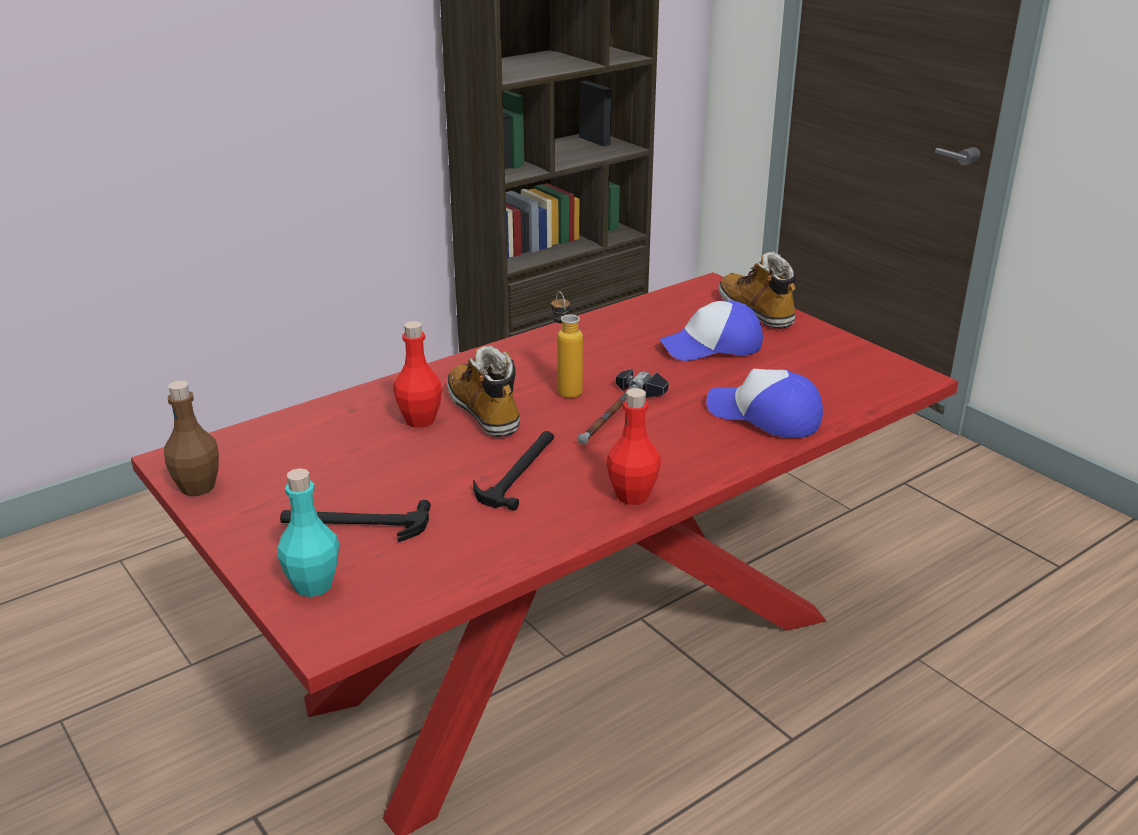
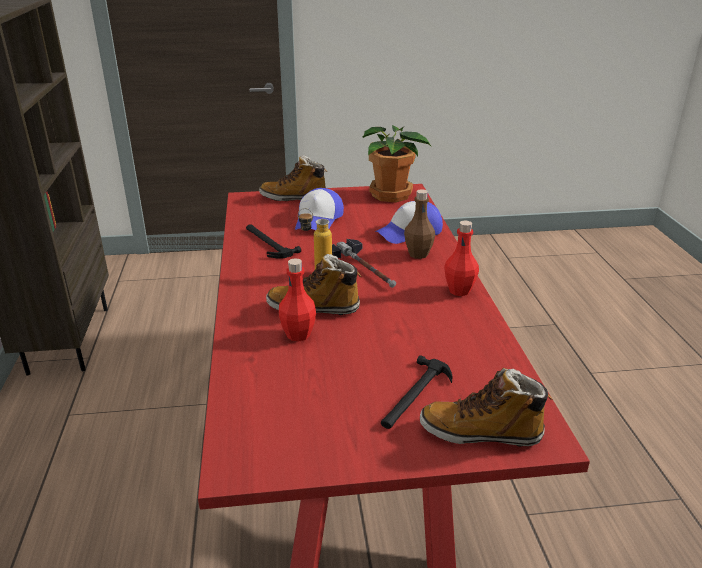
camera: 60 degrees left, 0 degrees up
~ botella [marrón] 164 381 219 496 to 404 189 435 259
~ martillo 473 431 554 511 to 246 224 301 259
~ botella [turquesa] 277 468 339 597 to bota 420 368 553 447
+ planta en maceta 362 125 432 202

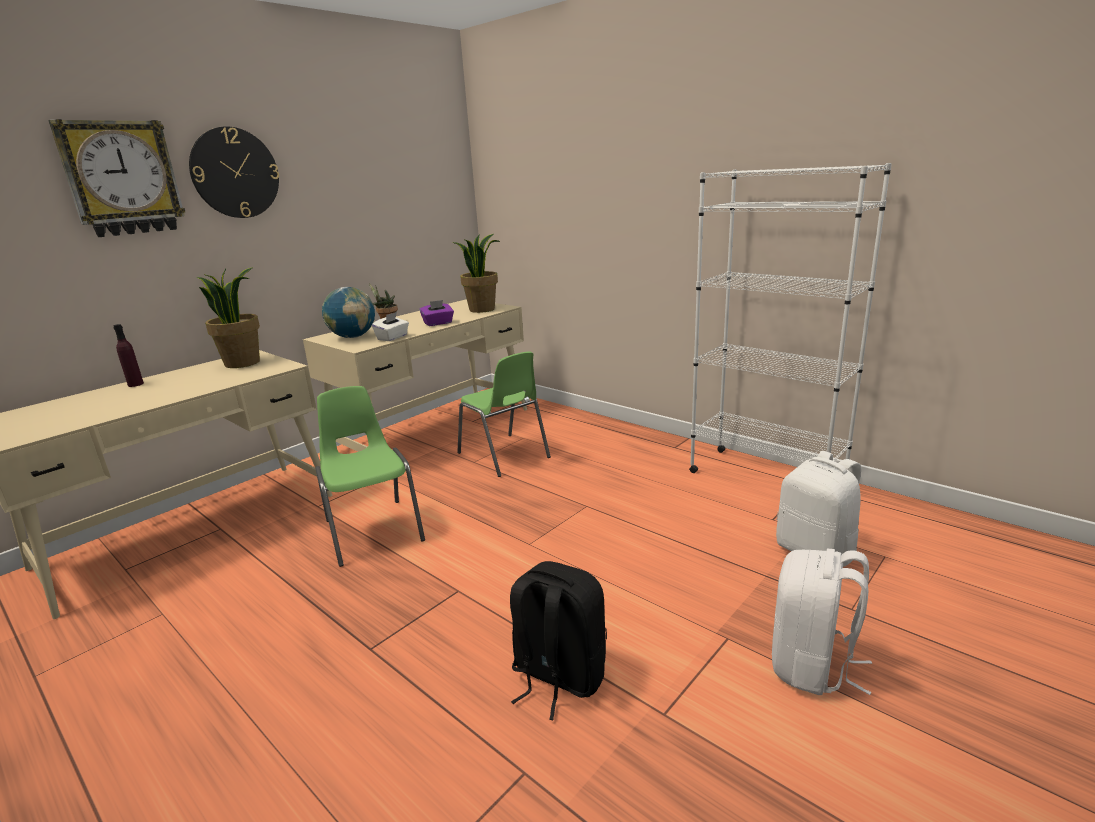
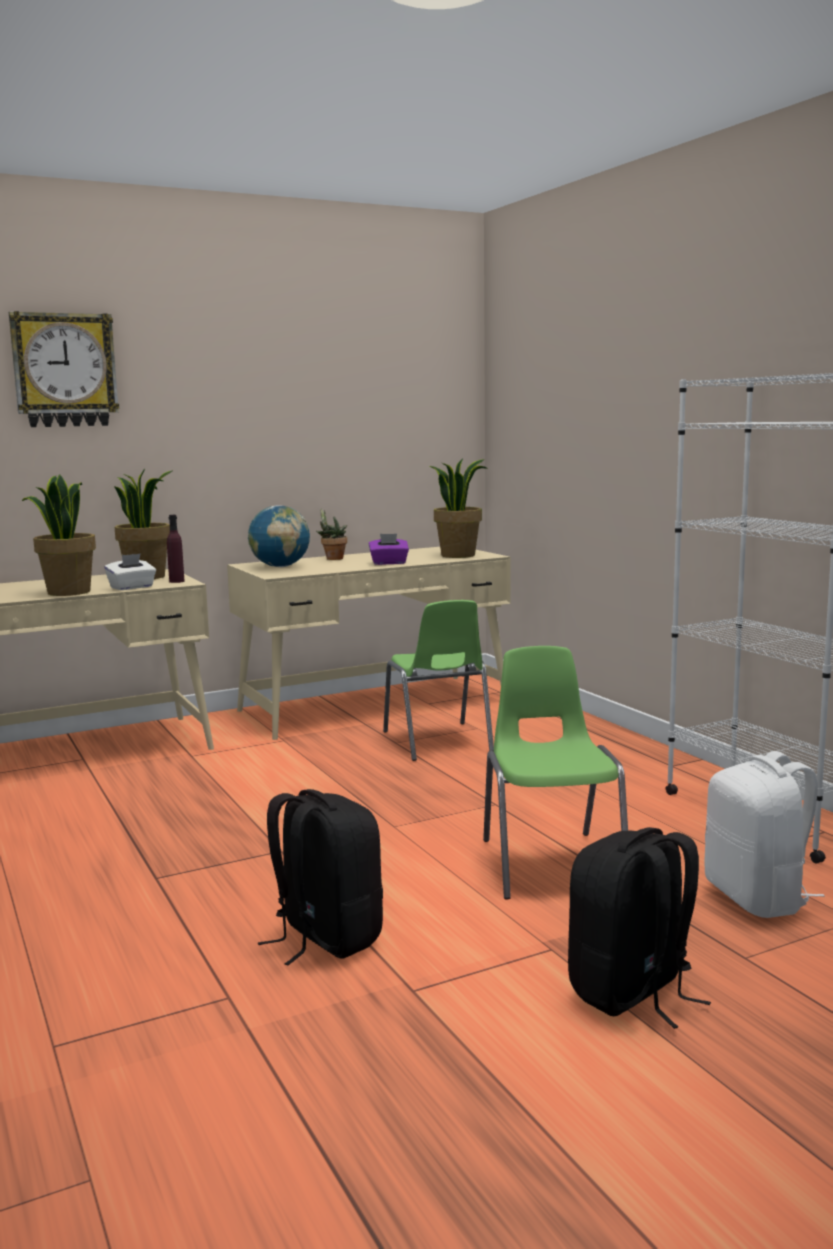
camera: 20 degrees right, 10 degrees down
- reloj de pared 189 126 279 218
~ caja de pañuelos [blanco] 372 312 409 341 to 105 553 156 590
~ botella [morado] 113 324 144 387 to 167 515 185 583
~ silla [verde] 315 386 425 567 to 483 646 628 899
~ mochila [blanco] 772 549 872 695 to mochila [negro] 568 827 711 1029
+ planta en maceta 22 474 96 596

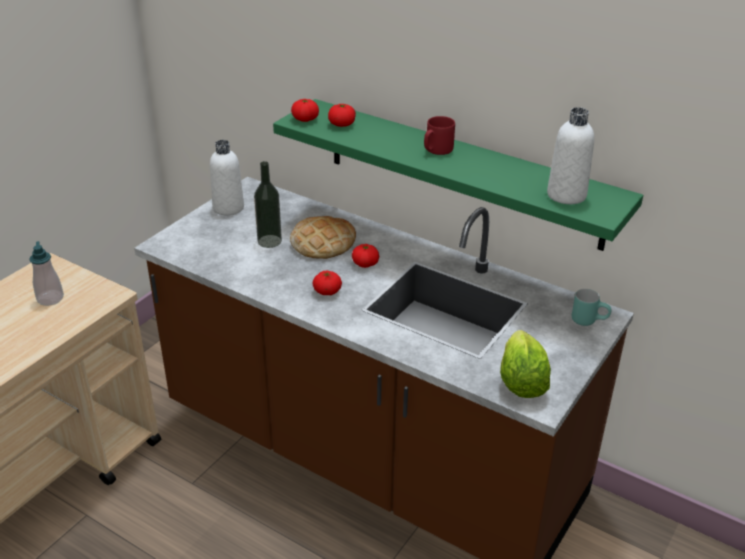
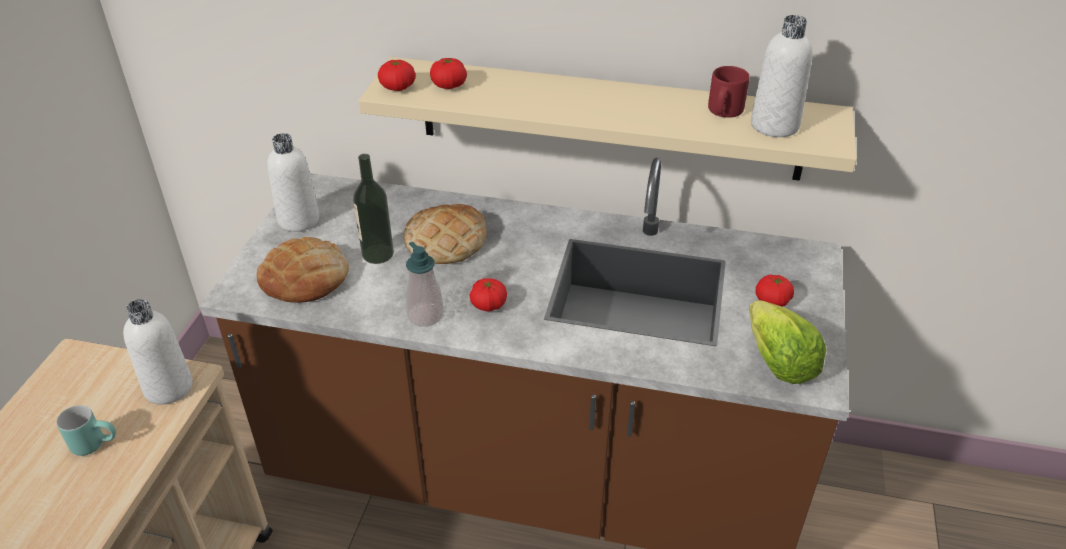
camera: 20 degrees left, 5 degrees up
~ estante [verde] 273 99 643 251 to estante [beis] 359 57 857 181
~ taza grande [rojo] 424 116 455 155 to 708 66 750 118
~ dispensador de jabón 29 241 64 306 to 406 242 443 327
~ tomate 352 244 379 268 to 755 274 794 307
~ taza grande [turquesa] 572 289 611 326 to 56 405 116 456
+ pan 257 237 349 303
+ botella [blanco] 123 299 193 405

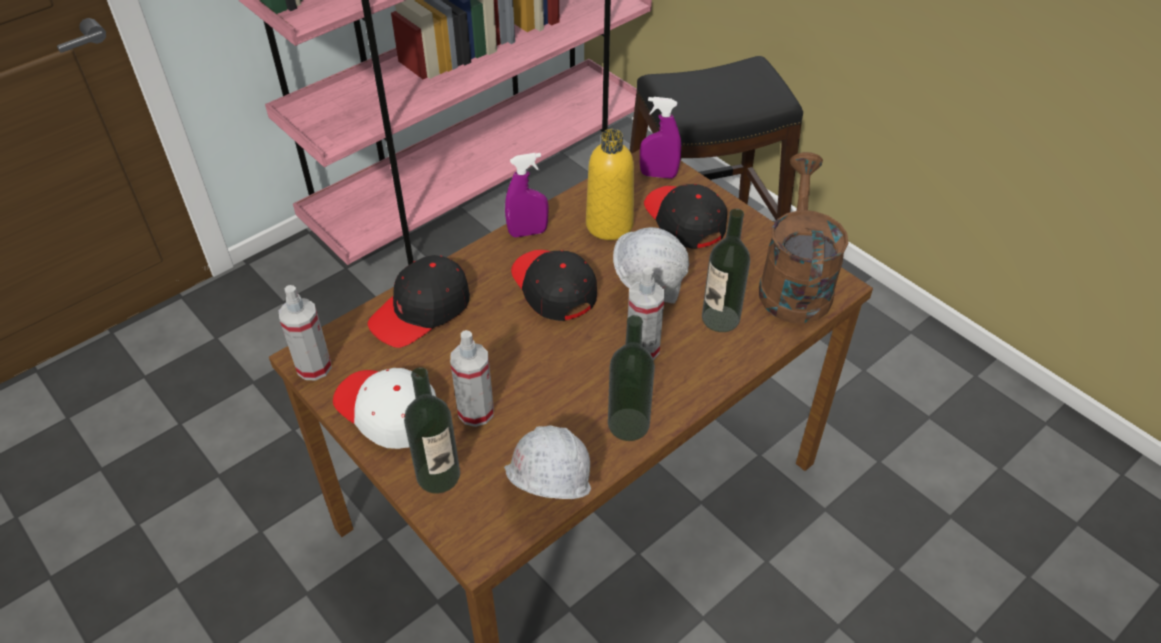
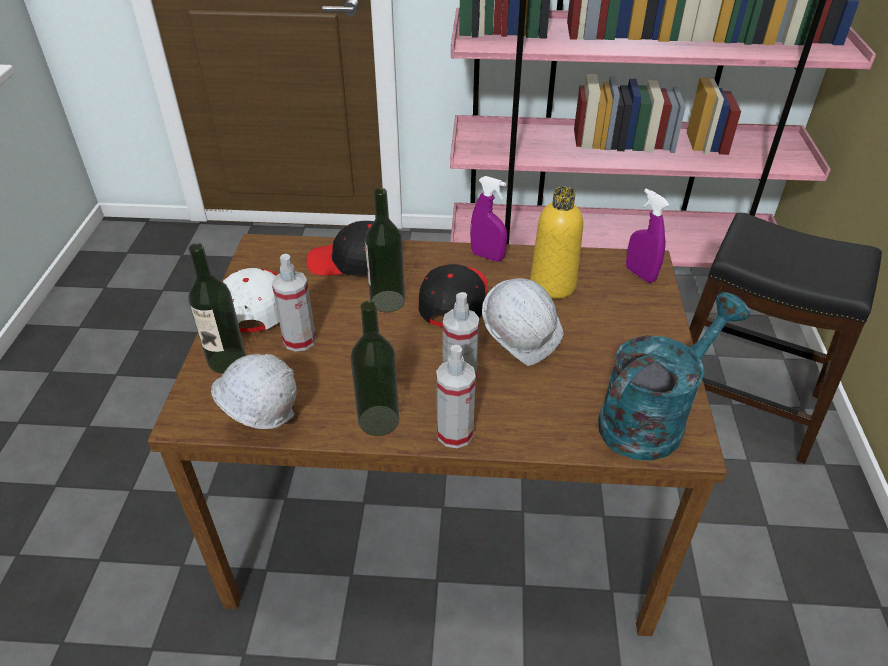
camera: 45 degrees right, 5 degrees down
~ regadera [marrón] 759 152 849 324 to regadera [turquesa] 598 292 750 461
- gorra [negro] 644 184 727 249
~ botella 702 209 750 332 to 365 188 405 312
~ pulverizador 279 285 332 380 to 436 345 476 448

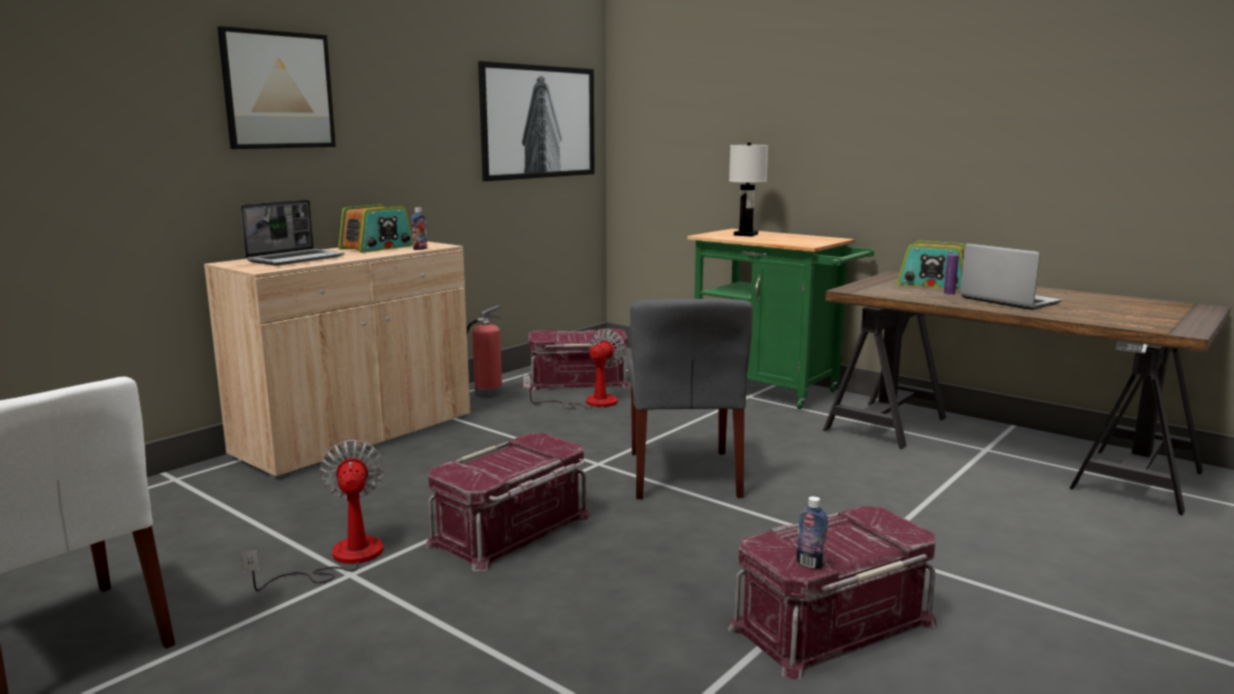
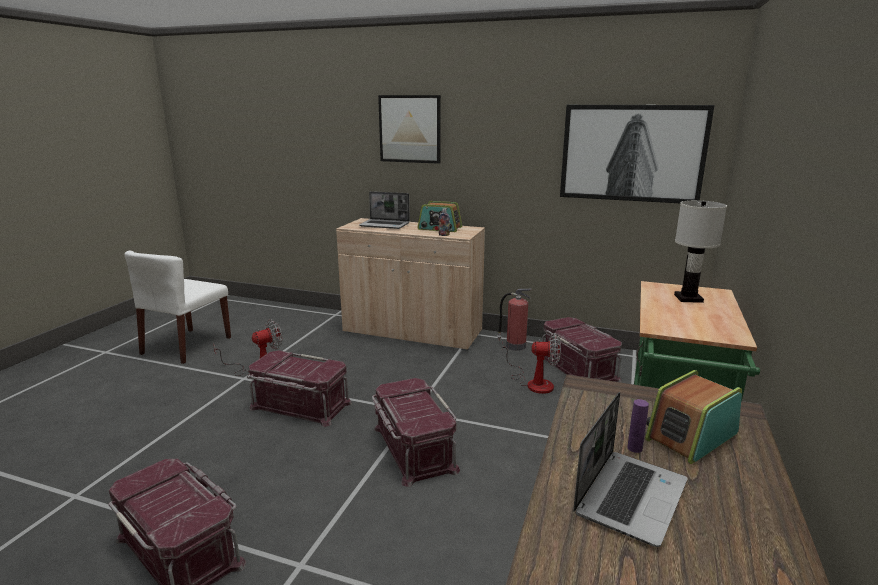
camera: 70 degrees right, 5 degrees up
~ radio 897 241 965 290 = 645 370 742 464 45 degrees clockwise
~ silla [gris] 628 299 753 499 to caja de almacenaje [rojo] 372 378 460 487
- botella 796 496 828 569

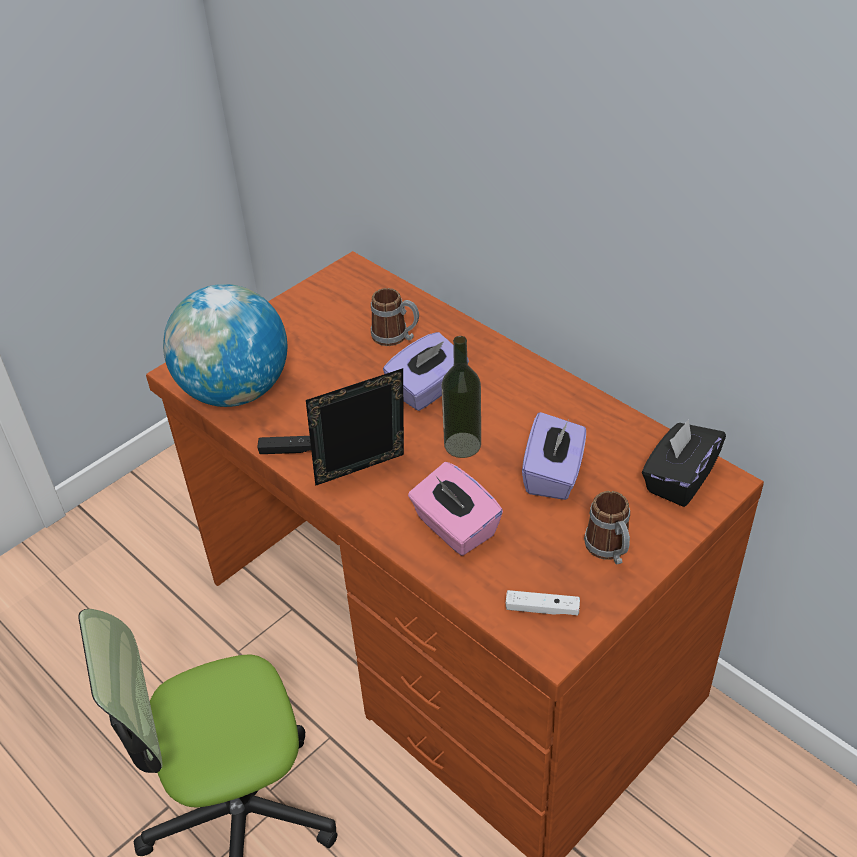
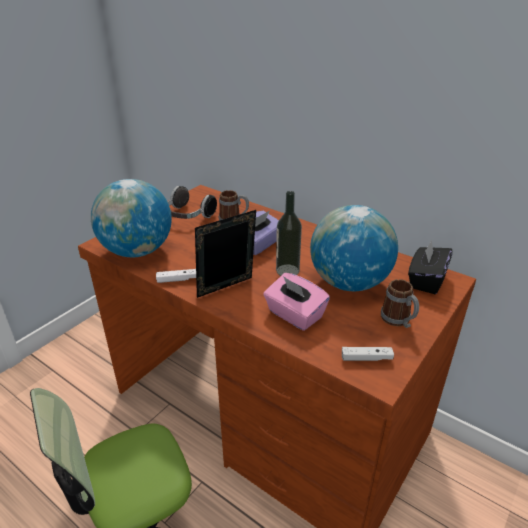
camera: 10 degrees left, 10 degrees down
~ caja de pañuelos [morado] 522 412 586 500 to globo terráqueo 310 205 398 291
~ mando de consola [negro] 257 436 311 454 to mando de consola [blanco] 156 269 196 283
+ auriculares 168 186 217 219

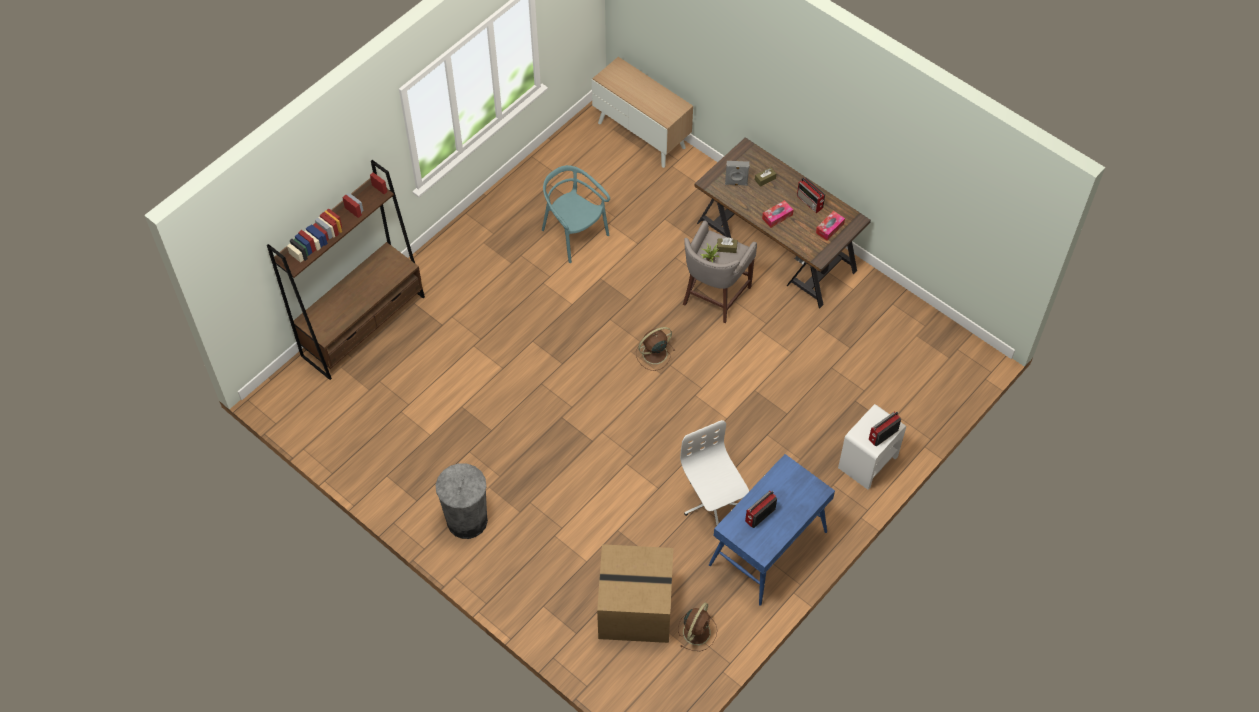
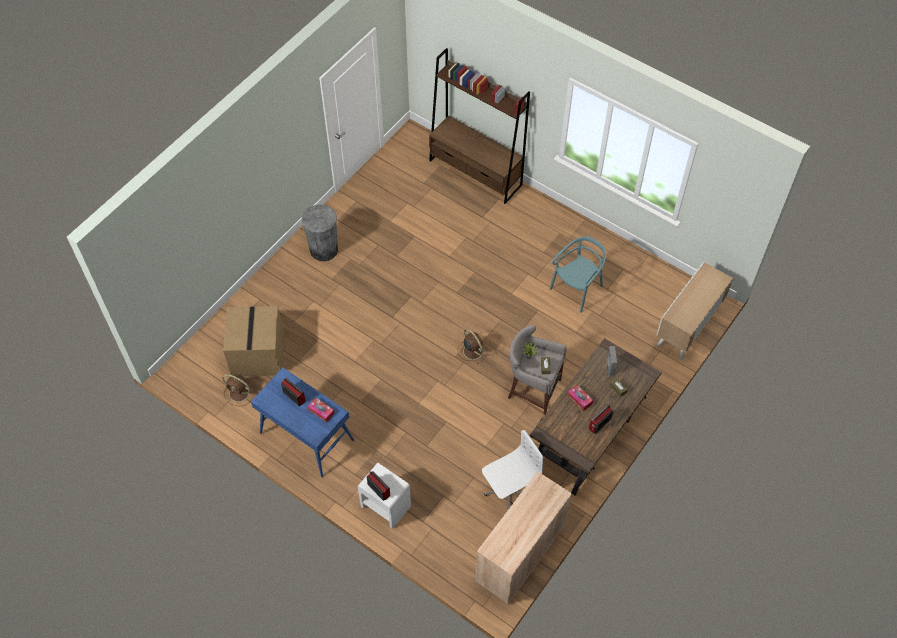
camera: 85 degrees right, 0 degrees up
~ caja de pañuelos 816 211 845 241 to 308 397 335 422
~ silla de oficina [blanco] 680 420 749 525 to 482 430 543 512
+ armario [beis] 475 471 572 604

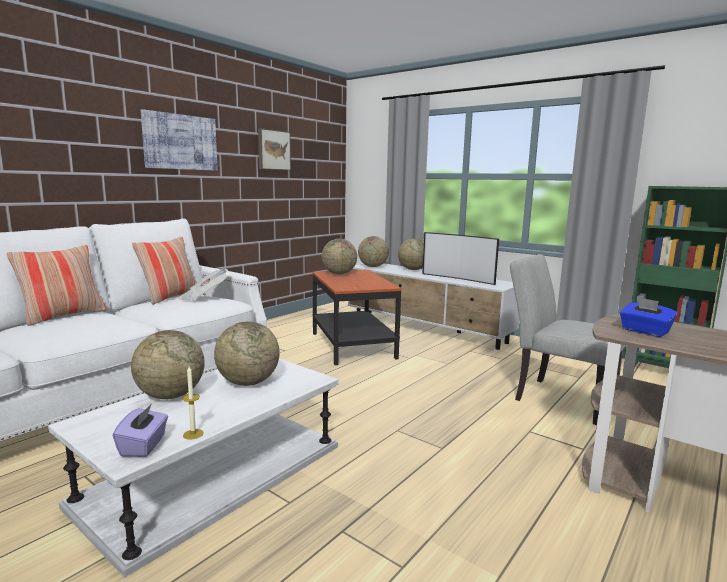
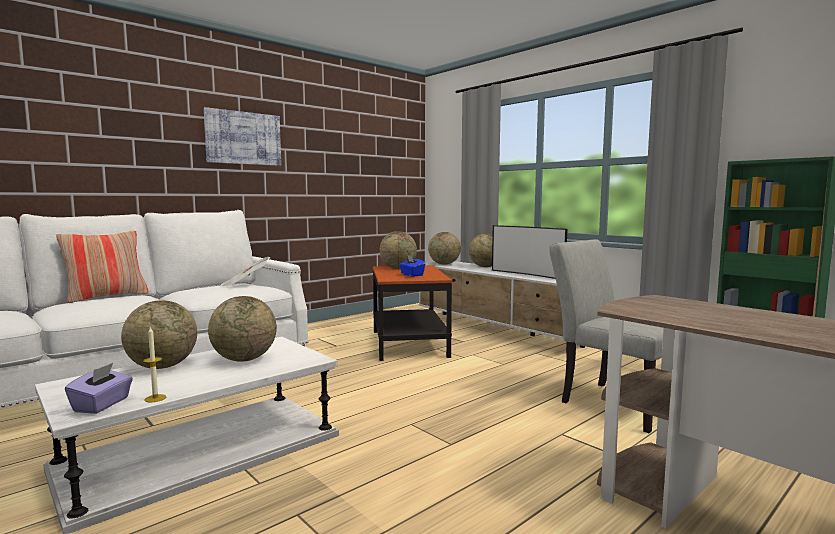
camera: 10 degrees right, 5 degrees down
- cuadro 258 128 291 170
- cojín 132 237 197 305
~ caja de pañuelos [azul] 620 297 677 337 to 399 255 425 277

